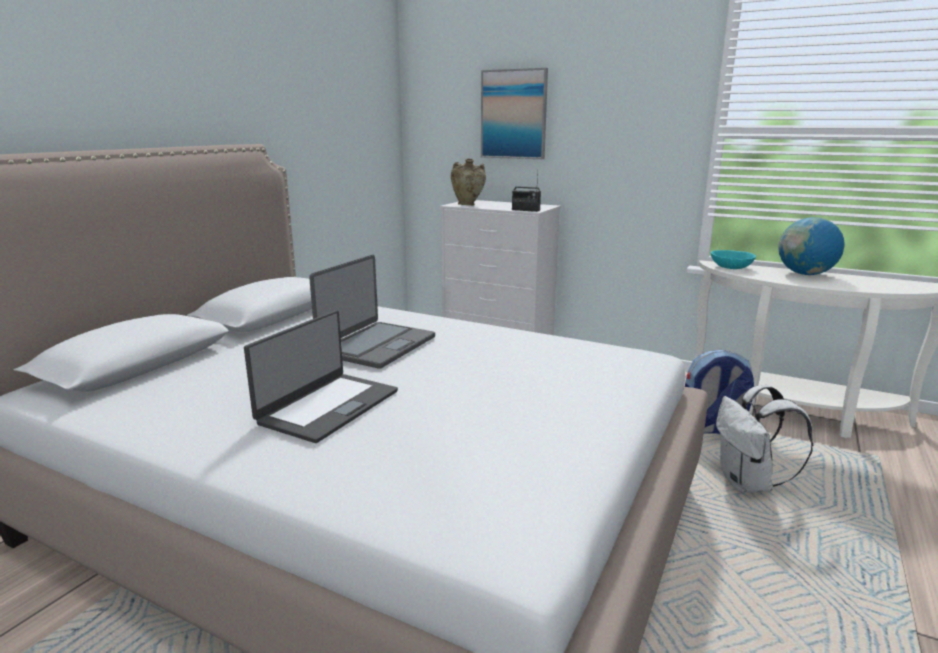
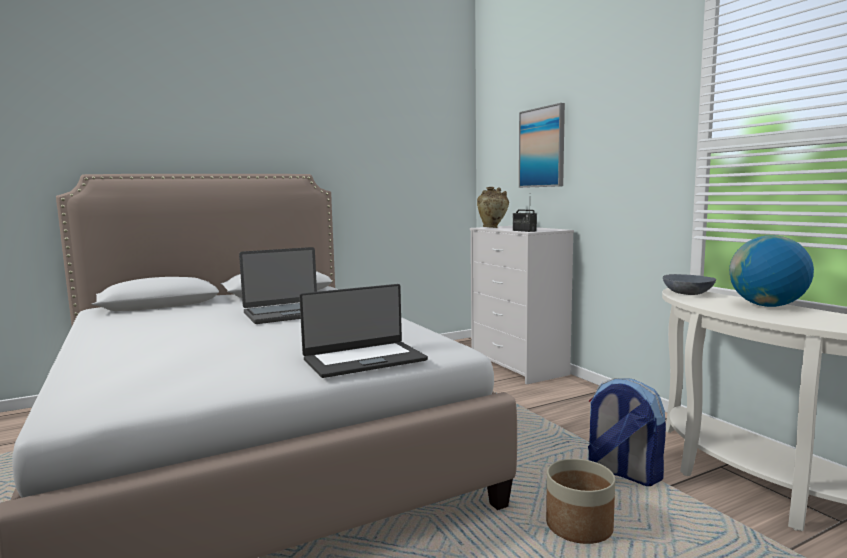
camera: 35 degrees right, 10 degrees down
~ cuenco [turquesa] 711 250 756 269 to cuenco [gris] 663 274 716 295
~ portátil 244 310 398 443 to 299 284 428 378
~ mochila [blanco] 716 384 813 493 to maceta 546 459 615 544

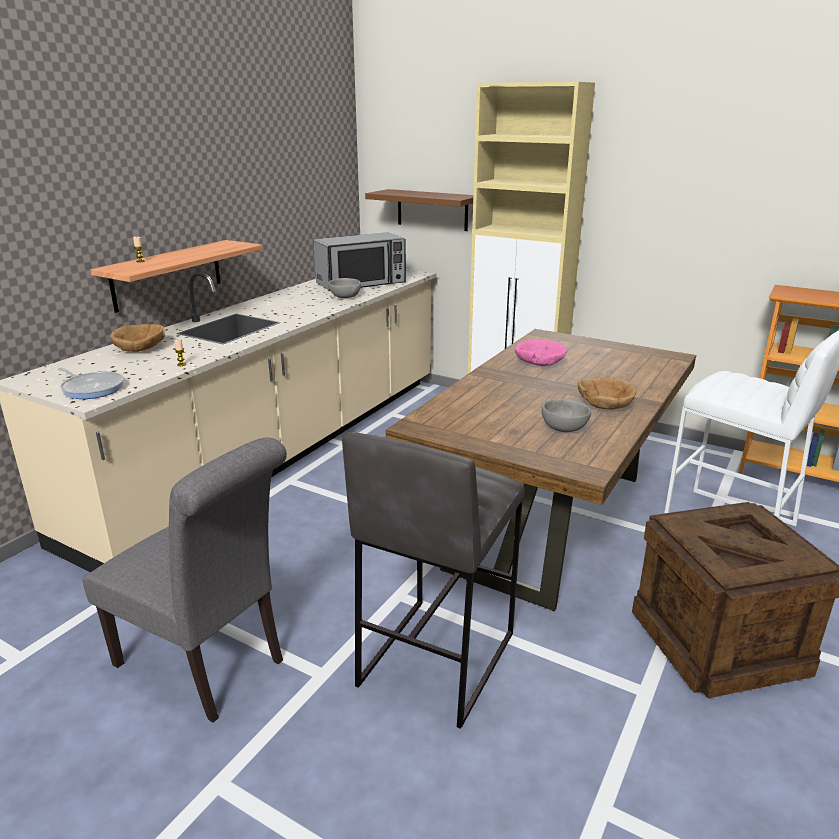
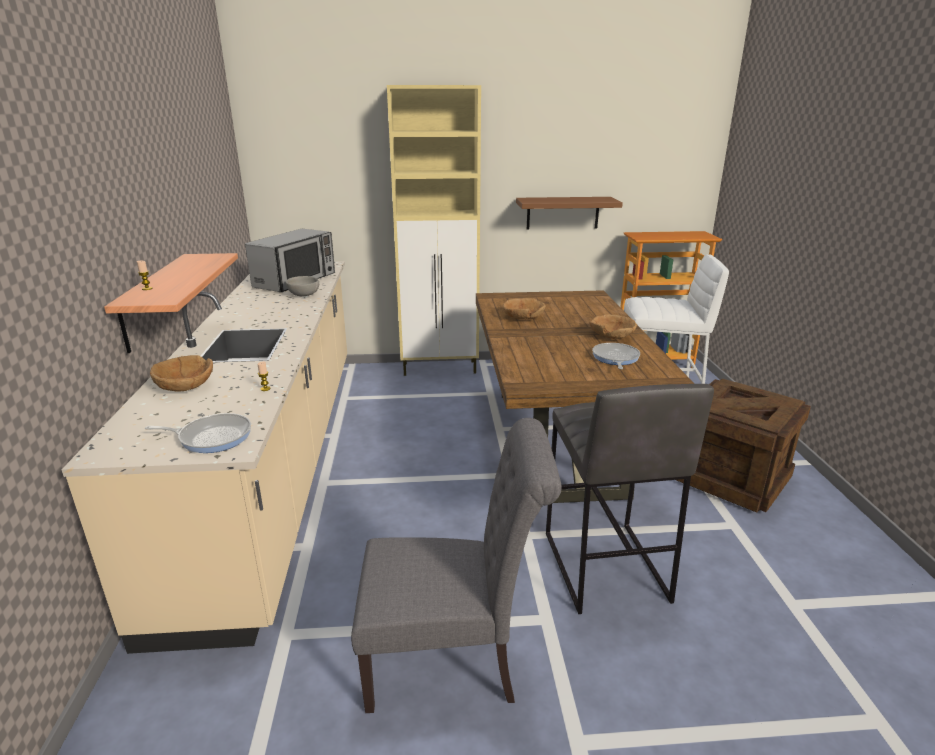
camera: 35 degrees left, 0 degrees up
~ estante [marrón] 365 189 473 231 to 516 197 623 230
~ cuenco [rosa] 514 339 567 366 to cuenco [marrón] 503 298 546 319
~ cuenco [gris] 542 399 591 432 to sartén 592 343 640 369

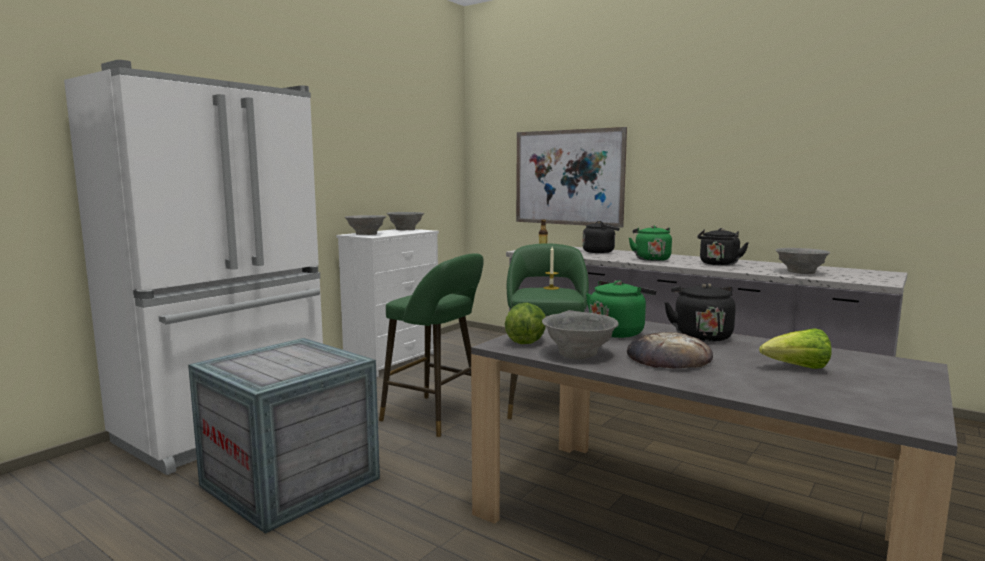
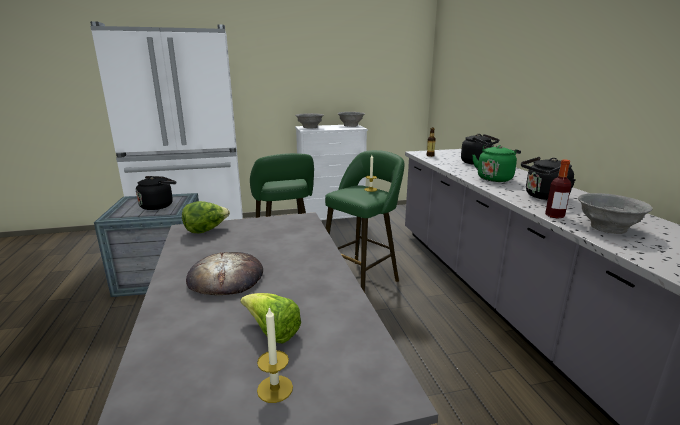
camera: 40 degrees right, 10 degrees up
- cuadro 516 127 627 227
- hervidor [verde] 586 280 657 338
~ hervidor [negro] 664 283 736 342 to 136 176 176 210
- cuenco [gris] 542 312 619 360
+ botella 545 159 571 218
+ vela 257 307 293 403

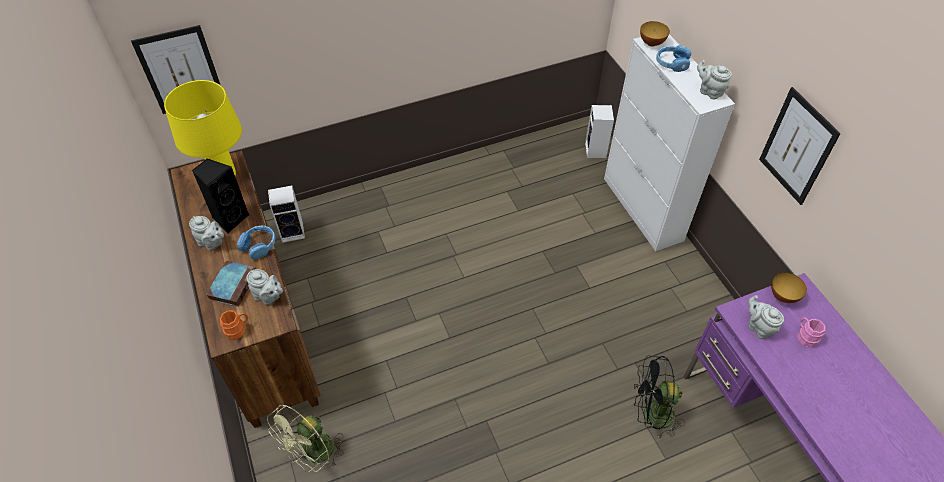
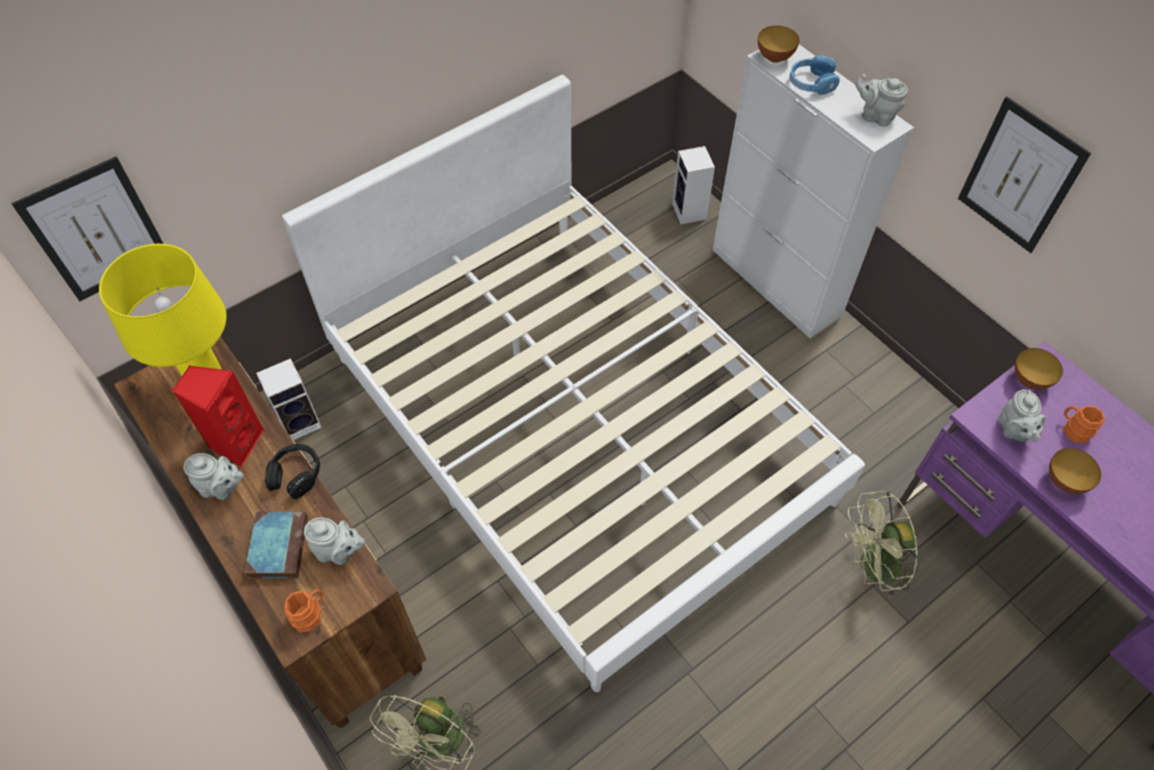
camera: 15 degrees left, 5 degrees up
~ altavoz [negro] 192 158 250 233 to altavoz [rojo] 172 365 265 467
~ auriculares [azul] 237 226 275 259 to auriculares [negro] 265 444 320 499
~ tetera [gris] 748 295 784 339 = 998 390 1046 442 135 degrees counterclockwise
~ taza grande [rosa] 797 317 825 347 to taza grande [naranja] 1063 406 1105 443
~ ventilador [negro] 634 355 685 439 to ventilador [verde] 845 491 919 599
+ cama [blanco] 282 75 865 692
+ cuenco 1049 448 1101 494

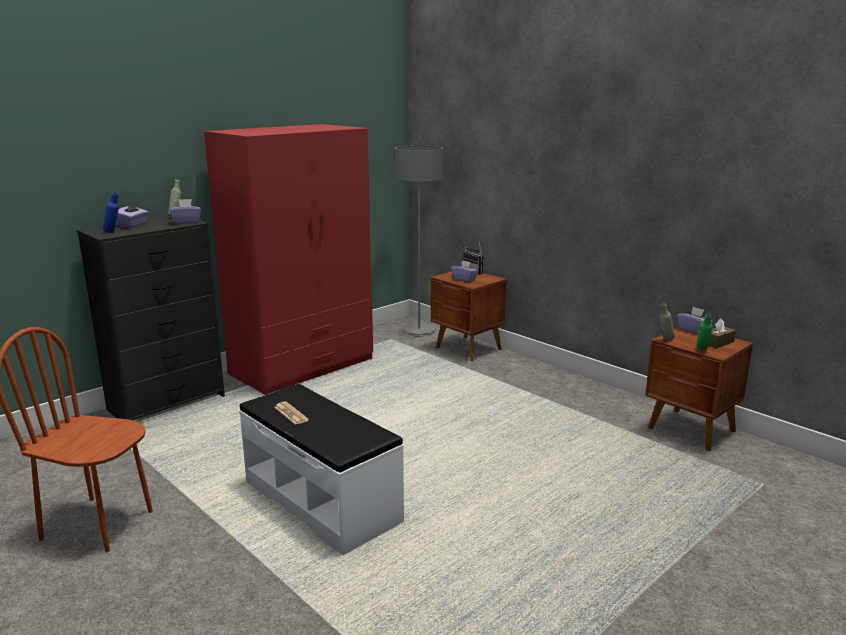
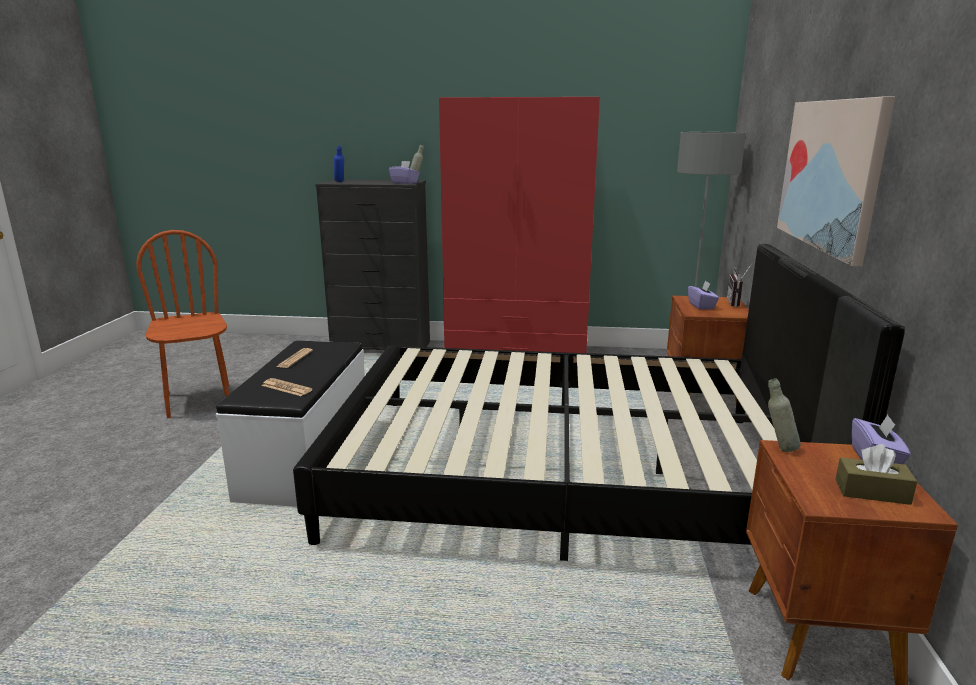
camera: 50 degrees right, 0 degrees up
- caja de pañuelos [morado] 117 201 148 228
- botella [verde] 697 313 713 350
+ cuadro 777 96 895 266
+ cama [negro] 293 244 905 561
+ periódico 262 378 313 396

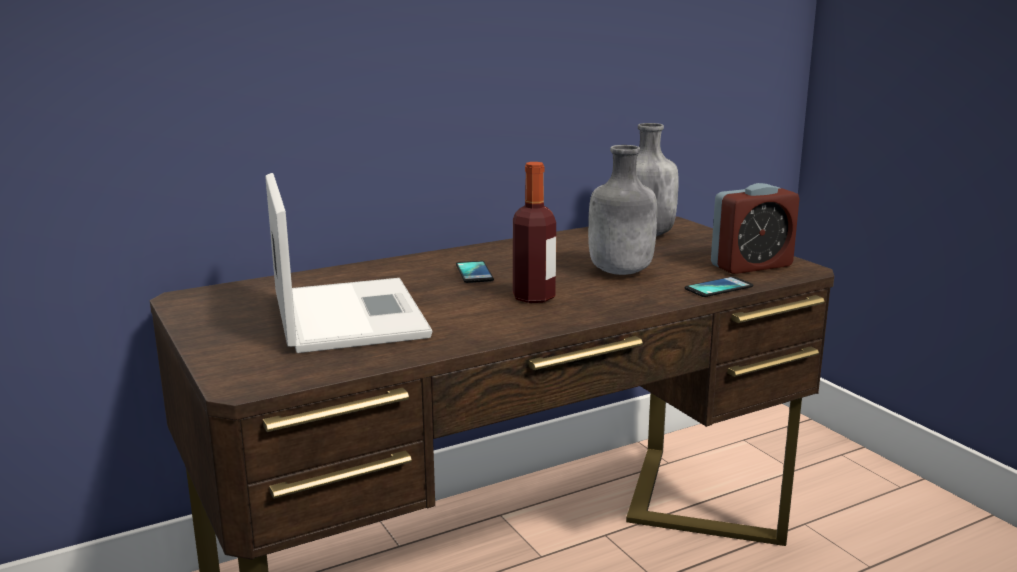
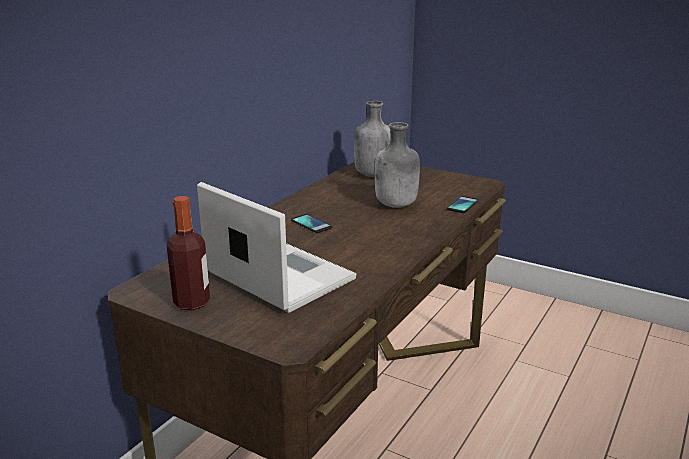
camera: 30 degrees left, 5 degrees up
~ botella 513 162 556 303 to 167 196 210 310
- despertador 711 183 799 274

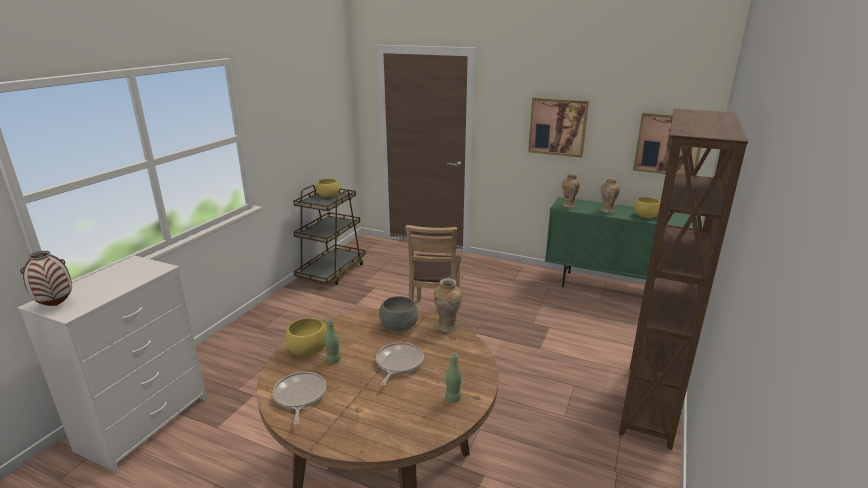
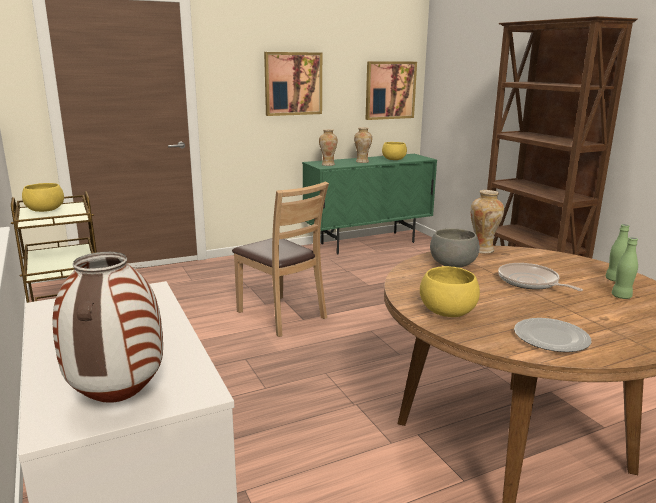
camera: 50 degrees left, 5 degrees down
~ botella [verde] 324 319 341 364 to 612 237 638 299
~ sartén 273 372 326 425 to plato 514 318 591 352

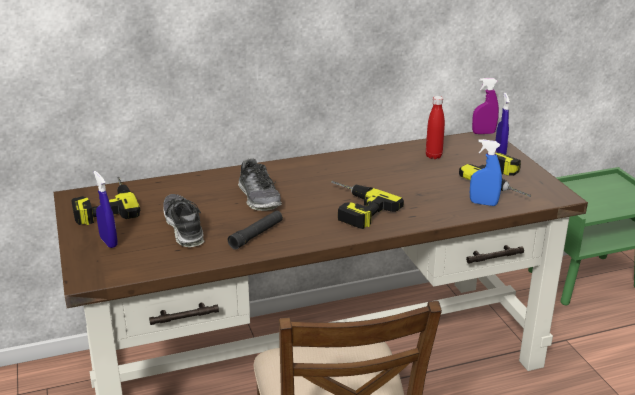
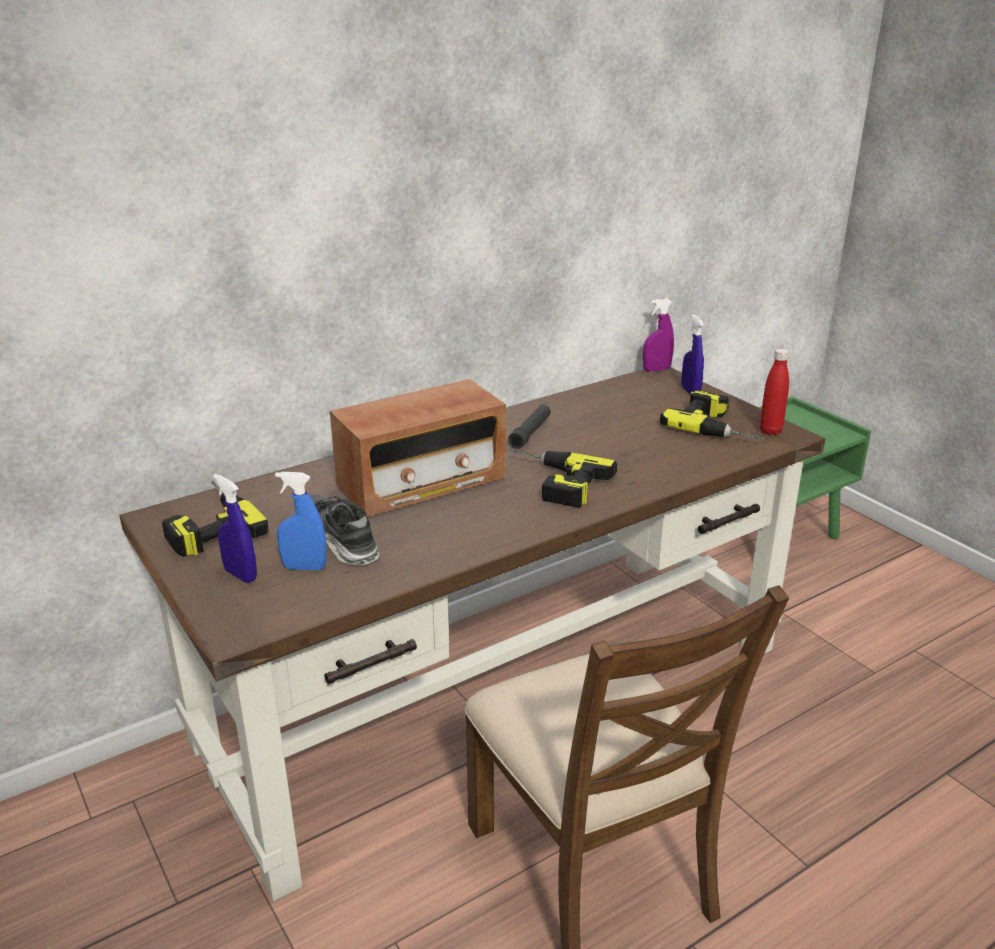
camera: 15 degrees left, 0 degrees up
~ botella [rojo] 426 96 445 159 to 760 349 789 435
~ pulverizador [azul] 470 139 502 206 to 275 472 327 570
~ zapato 238 158 282 211 to radio 330 379 506 517
~ linterna [negro] 228 211 283 250 to 508 405 551 449

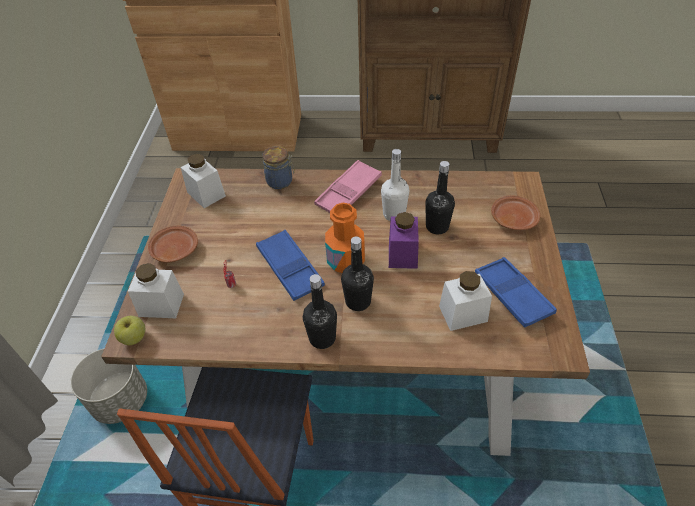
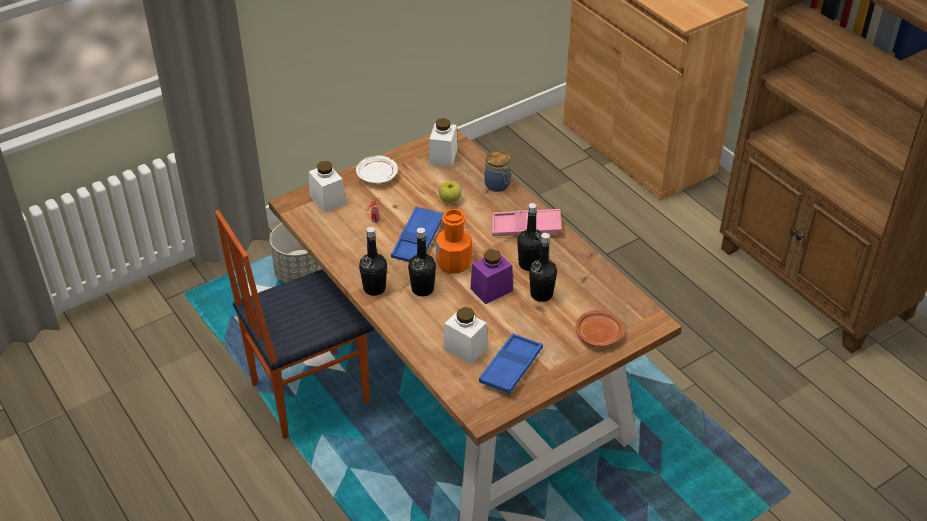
camera: 50 degrees right, 5 degrees down
~ botella [blanco] 381 149 409 221 to botella [negro] 517 203 542 271
~ plato [marrón] 148 226 198 263 to plato [blanco] 356 156 398 183
~ manzana 114 316 145 345 to 439 181 462 203

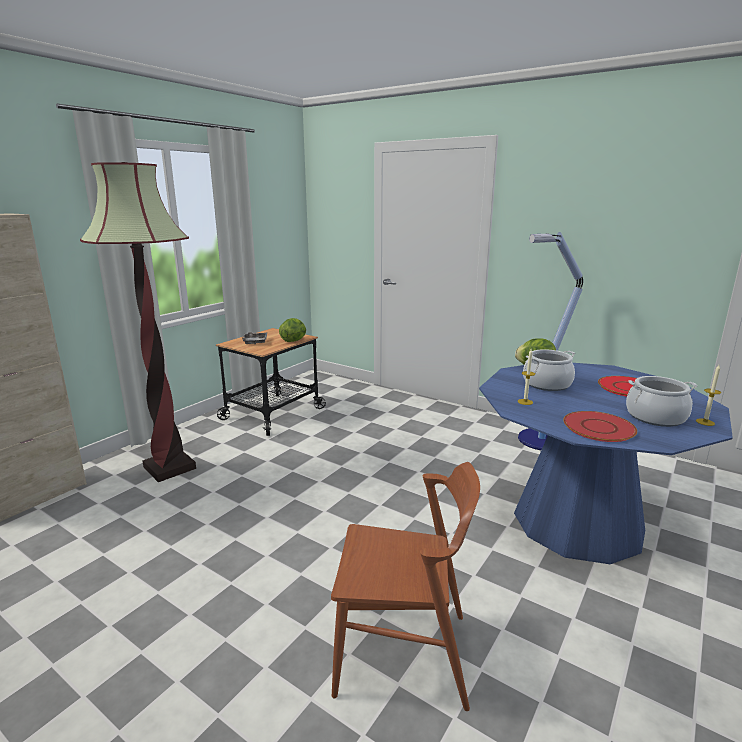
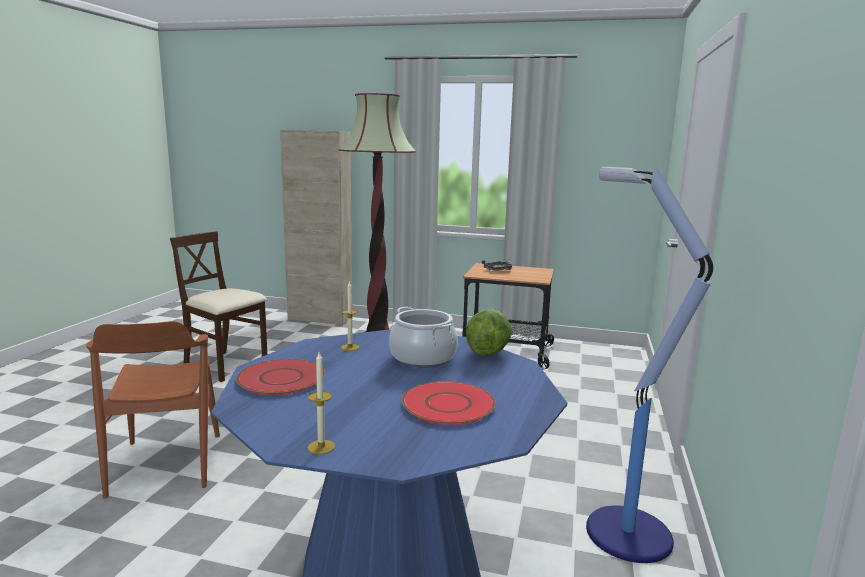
camera: 70 degrees right, 5 degrees down
- lechuga 279 318 306 342
- olla 626 376 697 427
+ silla [beis] 170 231 267 382

